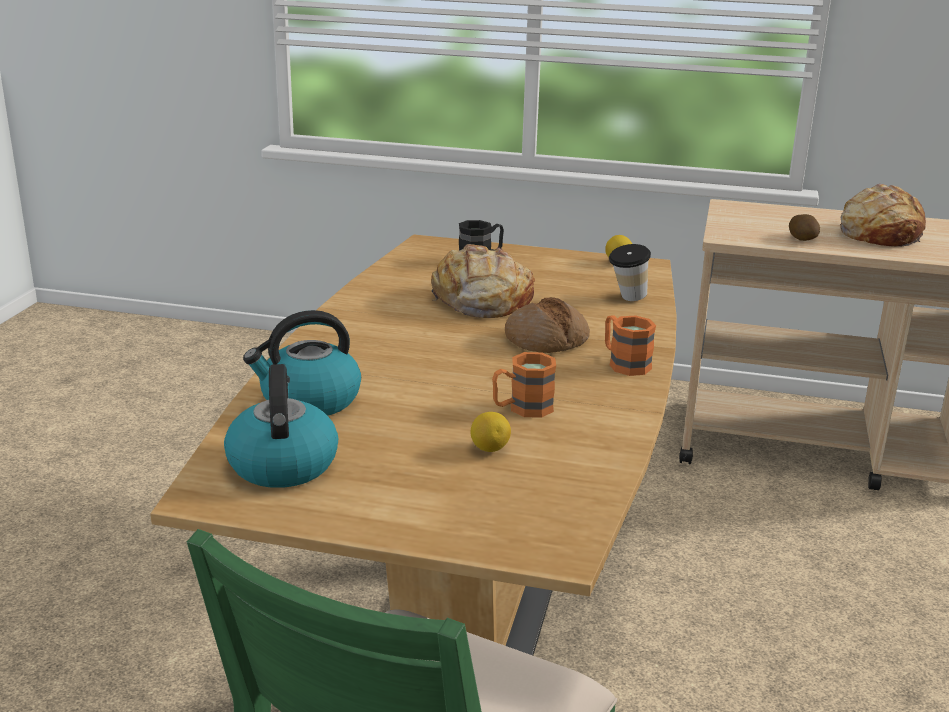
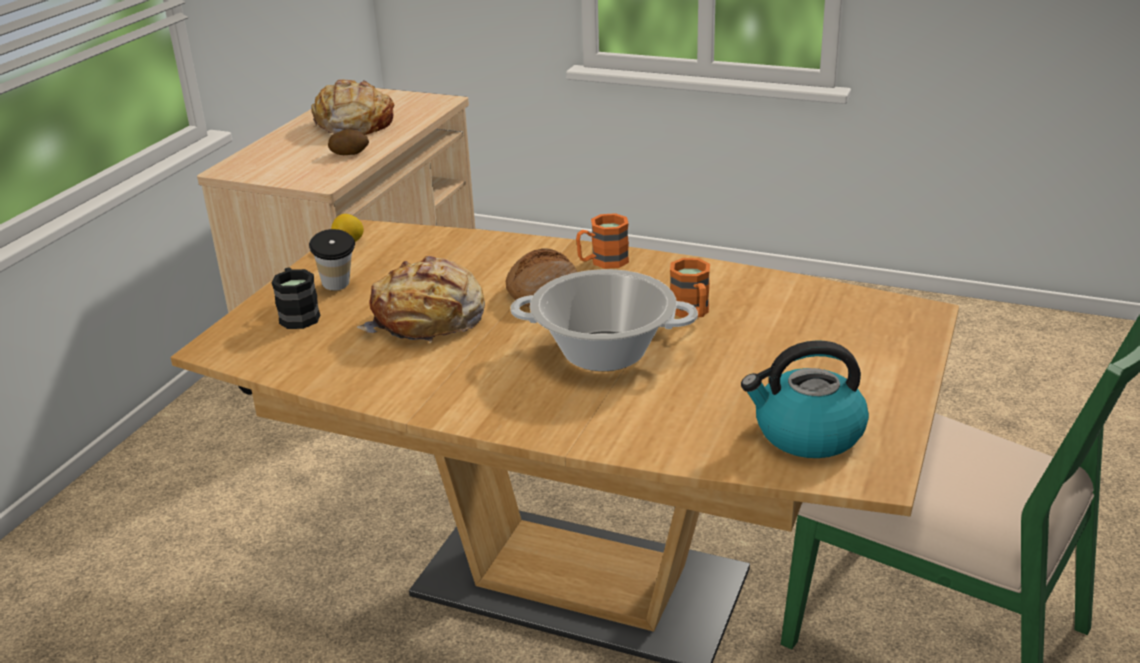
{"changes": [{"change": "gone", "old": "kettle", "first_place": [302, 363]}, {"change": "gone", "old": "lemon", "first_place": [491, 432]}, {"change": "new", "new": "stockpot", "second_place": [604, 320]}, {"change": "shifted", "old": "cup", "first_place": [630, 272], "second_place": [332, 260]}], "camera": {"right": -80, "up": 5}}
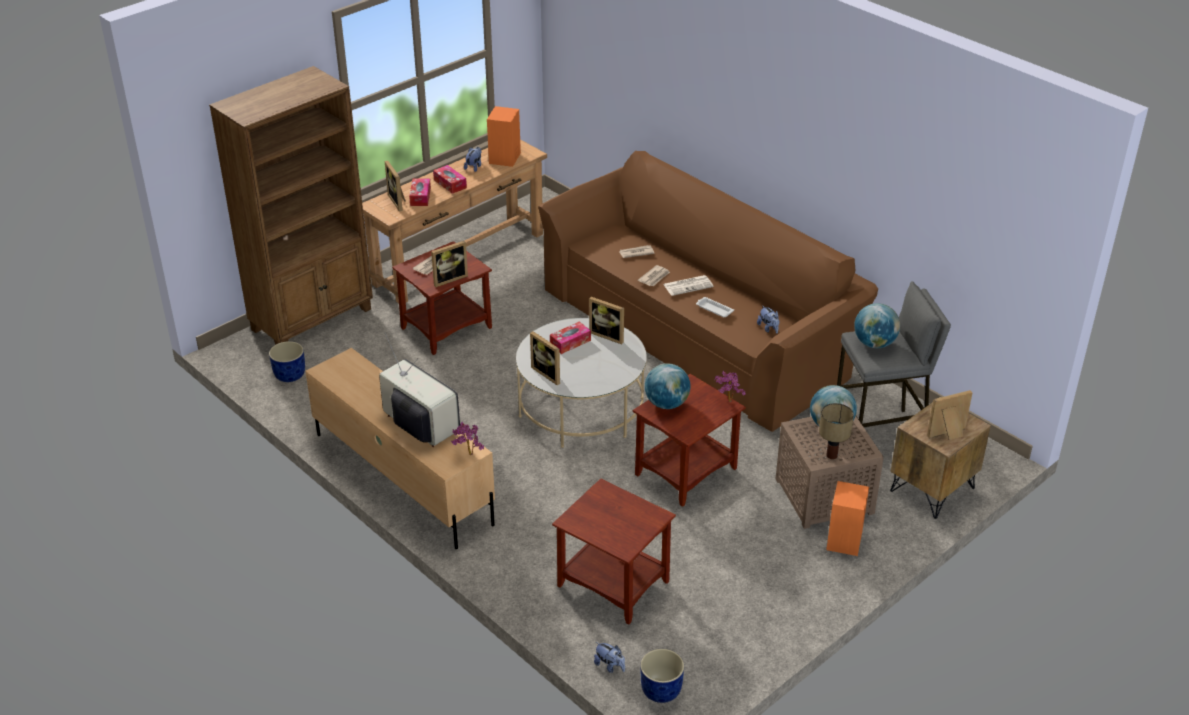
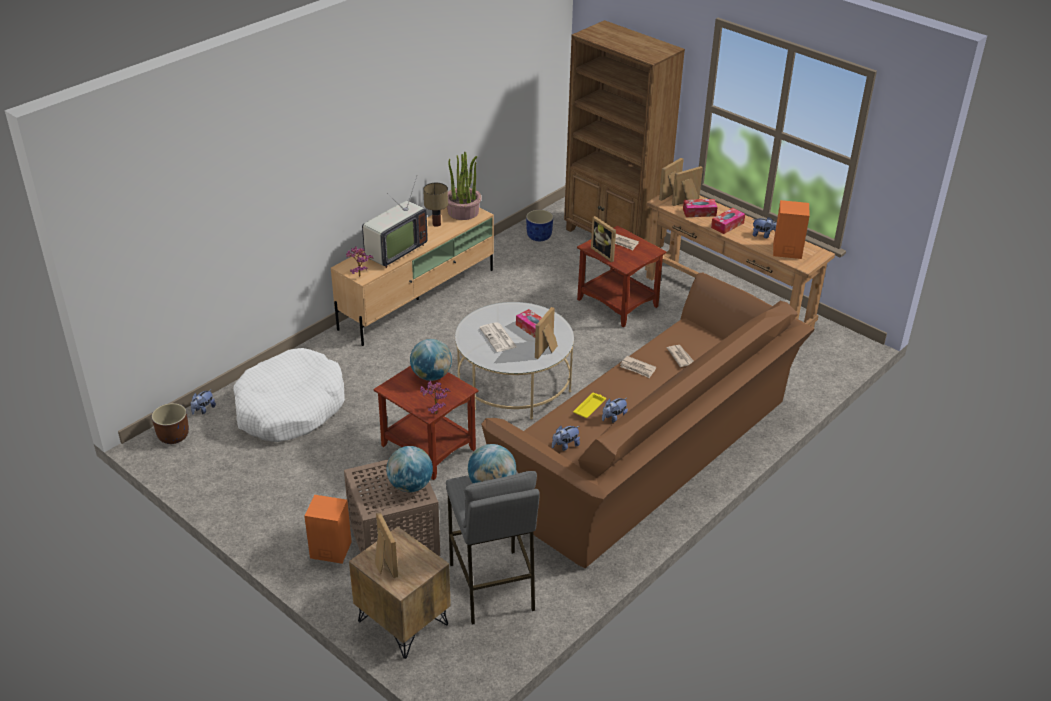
{"changes": [{"change": "new", "new": "potted plant", "second_place": [464, 186]}, {"change": "new", "new": "plush toy", "second_place": [615, 410]}, {"change": "shifted", "old": "photo frame", "first_place": [545, 358], "second_place": [671, 179]}, {"change": "shifted", "old": "printed paper", "first_place": [688, 285], "second_place": [498, 337]}, {"change": "shifted", "old": "table lamp", "first_place": [836, 431], "second_place": [435, 205]}, {"change": "swapped", "old": "brownish side table", "new": "white pet bed", "first_place": [614, 551], "second_place": [289, 395]}, {"change": "repainted", "old": "blue planter", "new": "brownish planter", "first_place": [662, 676], "second_place": [170, 423]}, {"change": "repainted", "old": "white serving tray", "new": "yellowish serving tray", "first_place": [715, 307], "second_place": [589, 405]}], "camera": {"right": 85, "up": 0}}
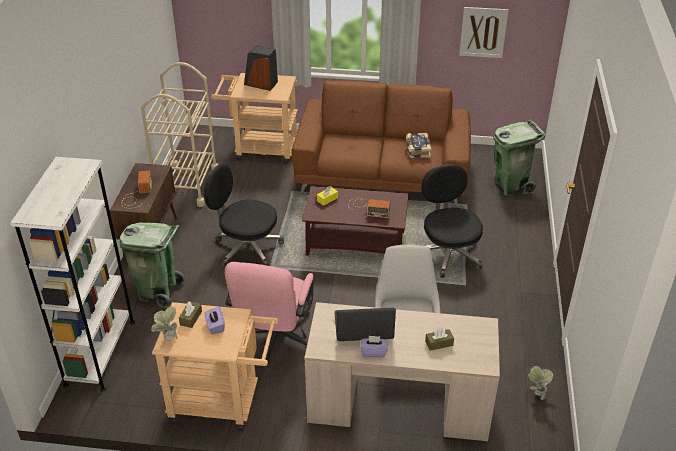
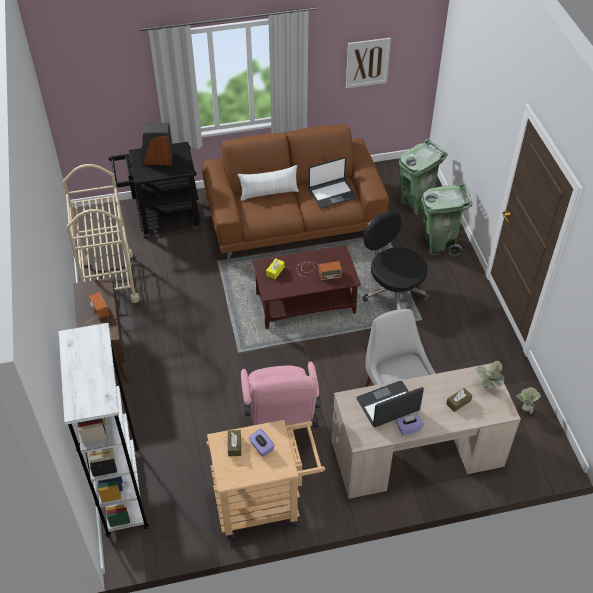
{"changes": [{"change": "gone", "old": "black office chair", "first_place": [243, 215]}, {"change": "new", "new": "white throw pillow", "second_place": [268, 183]}, {"change": "shifted", "old": "greenish rubbish bin", "first_place": [152, 265], "second_place": [447, 219]}, {"change": "shifted", "old": "potted plant", "first_place": [164, 324], "second_place": [490, 375]}, {"change": "swapped", "old": "bound book", "new": "portable computer", "first_place": [419, 145], "second_place": [332, 183]}, {"change": "repainted", "old": "beige cart", "new": "black cart", "first_place": [254, 118], "second_place": [155, 190]}], "camera": {"right": -20, "up": 10}}
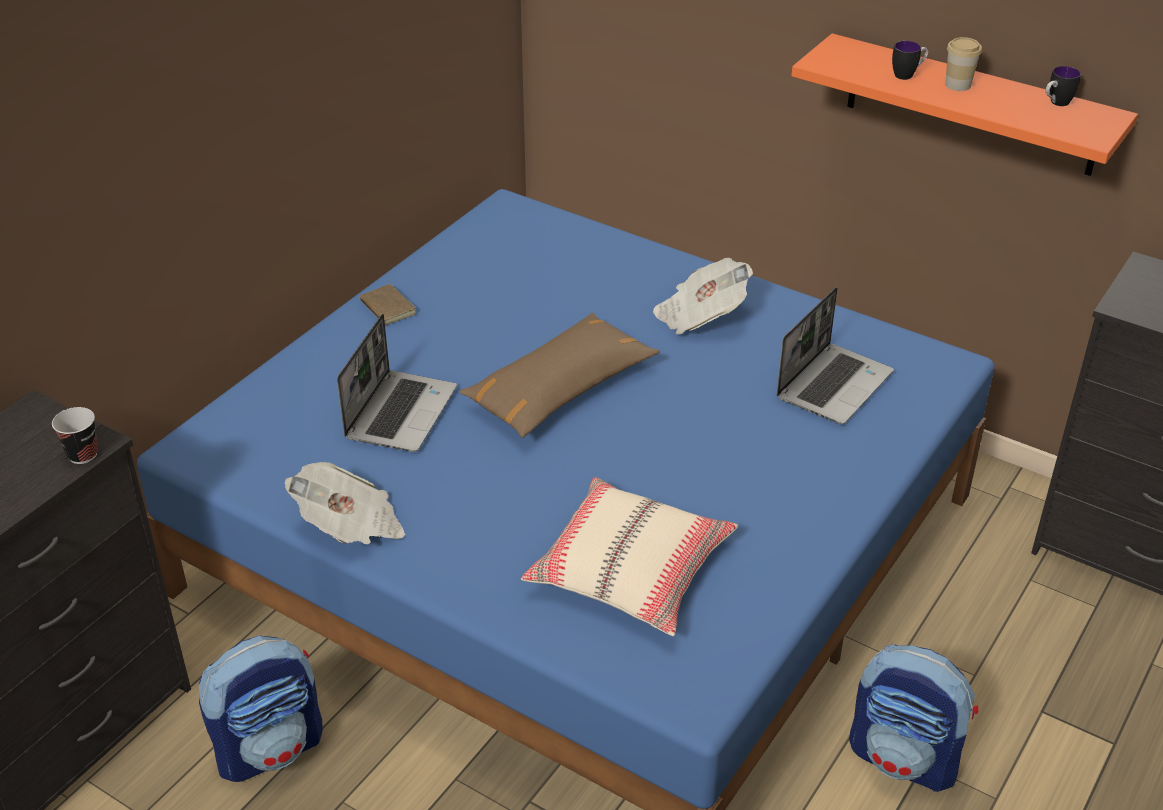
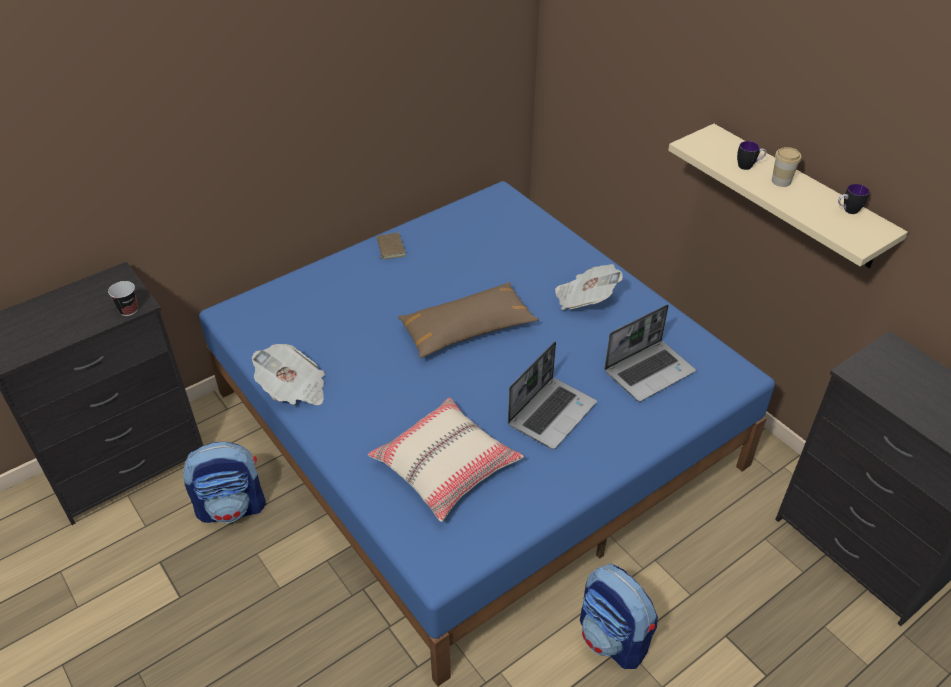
{"changes": [{"change": "shifted", "old": "portable computer", "first_place": [397, 383], "second_place": [552, 395]}, {"change": "repainted", "old": "orange-coloured wall shelf", "new": "beige wall shelf", "first_place": [964, 104], "second_place": [788, 196]}], "camera": {"right": 20, "up": 5}}
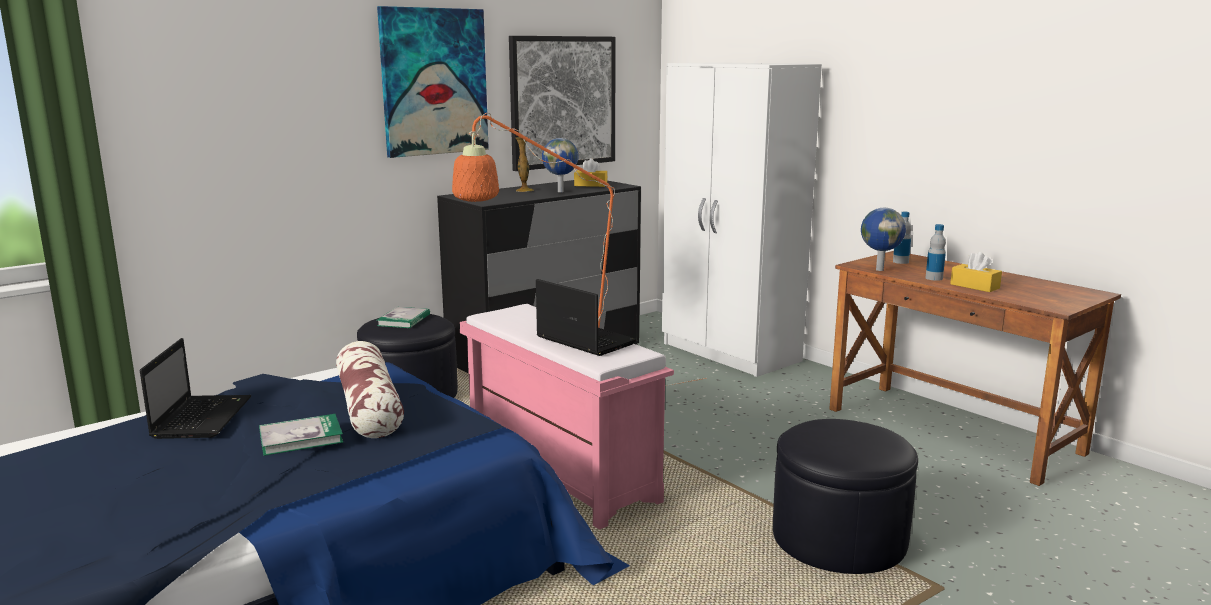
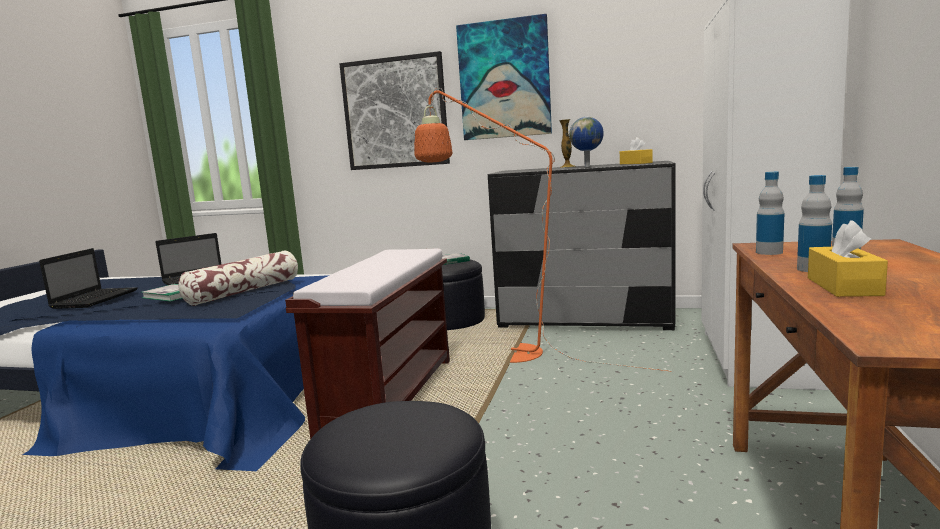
{"changes": [{"change": "shifted", "old": "wall art", "first_place": [562, 103], "second_place": [394, 110]}, {"change": "shifted", "old": "portable computer", "first_place": [586, 317], "second_place": [88, 278]}, {"change": "swapped", "old": "world globe", "new": "beverage bottle", "first_place": [883, 239], "second_place": [770, 213]}, {"change": "repainted", "old": "pinkish long seat", "new": "brownish long seat", "first_place": [567, 417], "second_place": [367, 344]}], "camera": {"right": 55, "up": -5}}
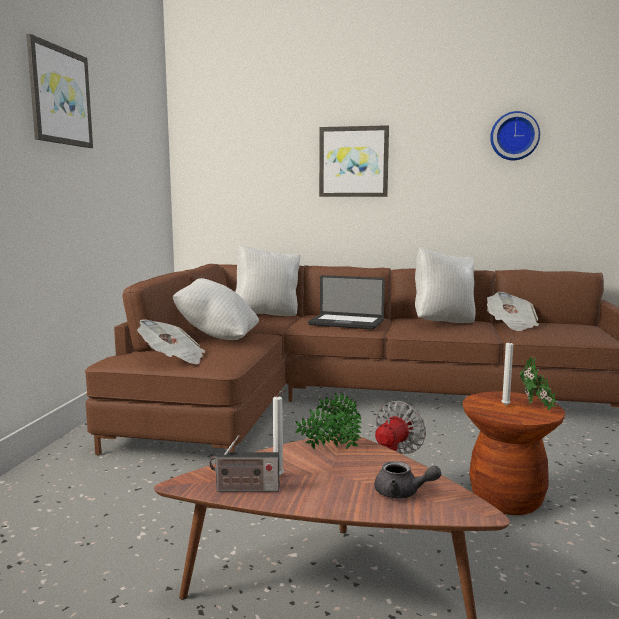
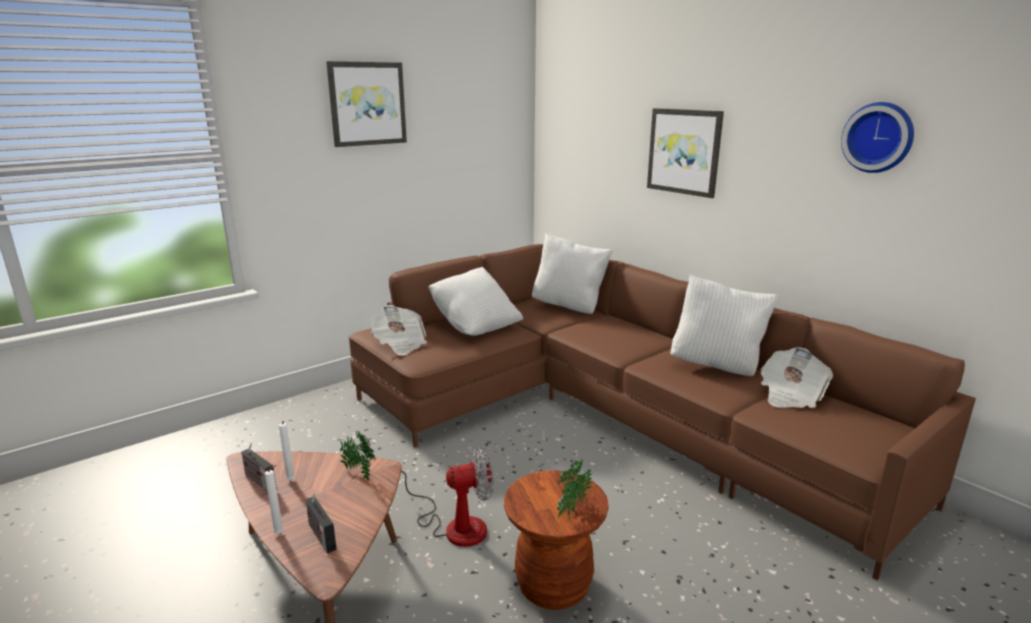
{"changes": [{"change": "gone", "old": "portable computer", "first_place": [346, 302]}, {"change": "shifted", "old": "white candle", "first_place": [508, 370], "second_place": [274, 499]}, {"change": "swapped", "old": "grey pot for tea", "new": "radio set", "first_place": [407, 480], "second_place": [321, 523]}], "camera": {"right": 40, "up": 10}}
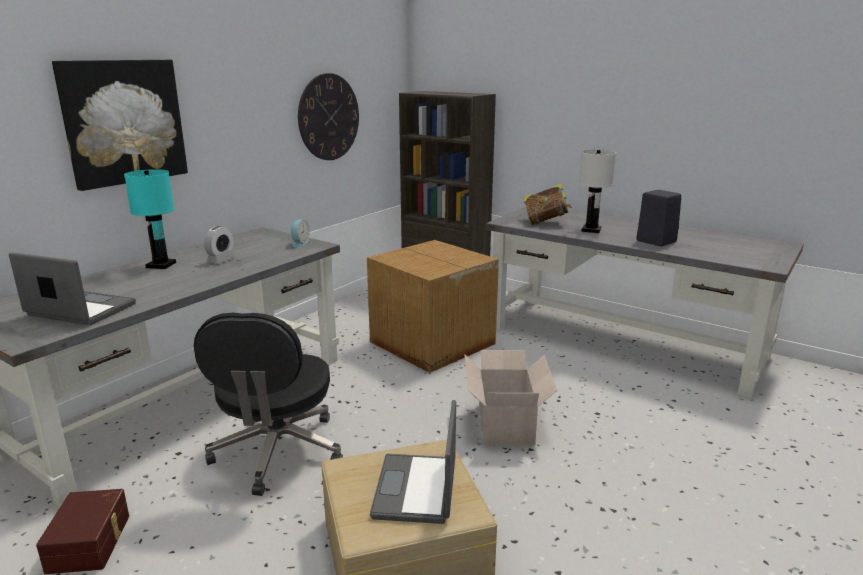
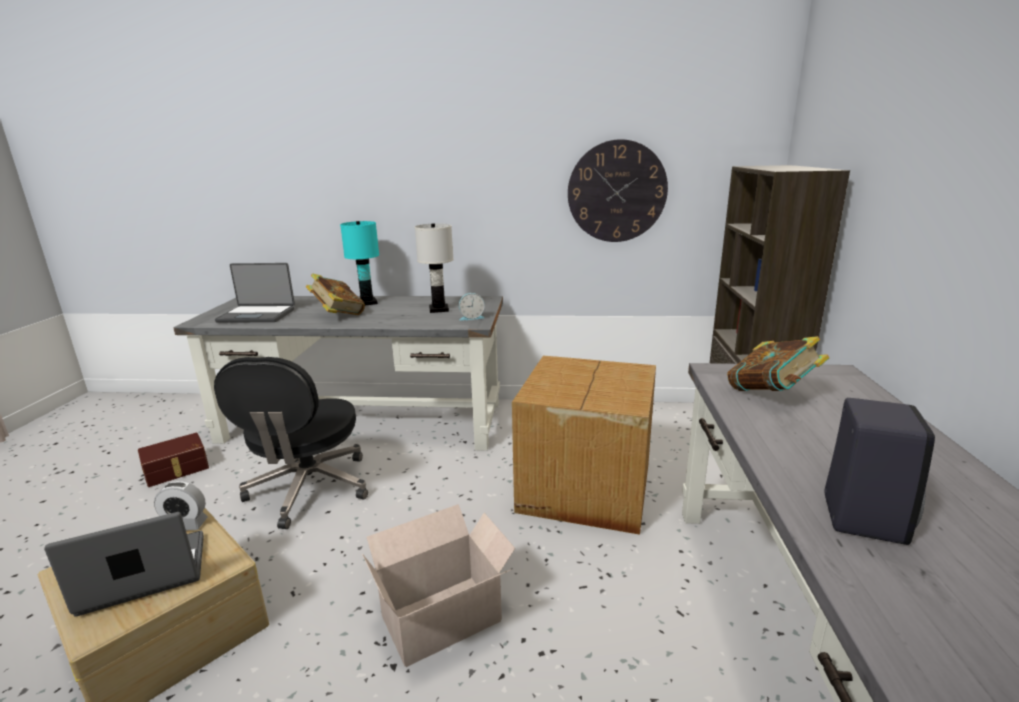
{"changes": [{"change": "gone", "old": "wall art", "first_place": [120, 125]}, {"change": "new", "new": "bound book", "second_place": [335, 294]}, {"change": "shifted", "old": "alarm clock", "first_place": [219, 245], "second_place": [181, 505]}, {"change": "shifted", "old": "white table lamp", "first_place": [597, 191], "second_place": [434, 268]}, {"change": "rotated", "old": "portable computer", "first_place": [72, 288], "second_place": [255, 293], "degrees": 105}, {"change": "rotated", "old": "black office chair", "first_place": [268, 404], "second_place": [291, 443], "degrees": -60}], "camera": {"right": 60, "up": 0}}
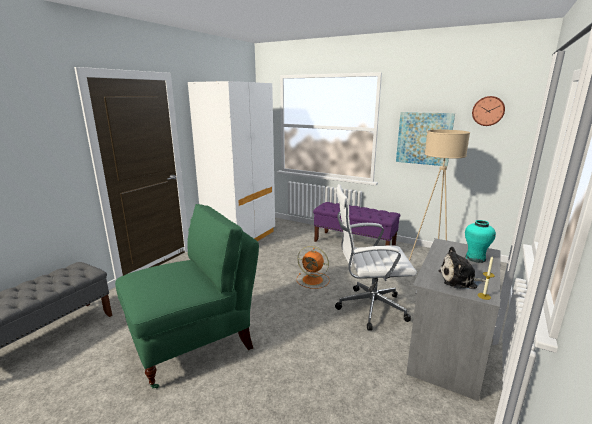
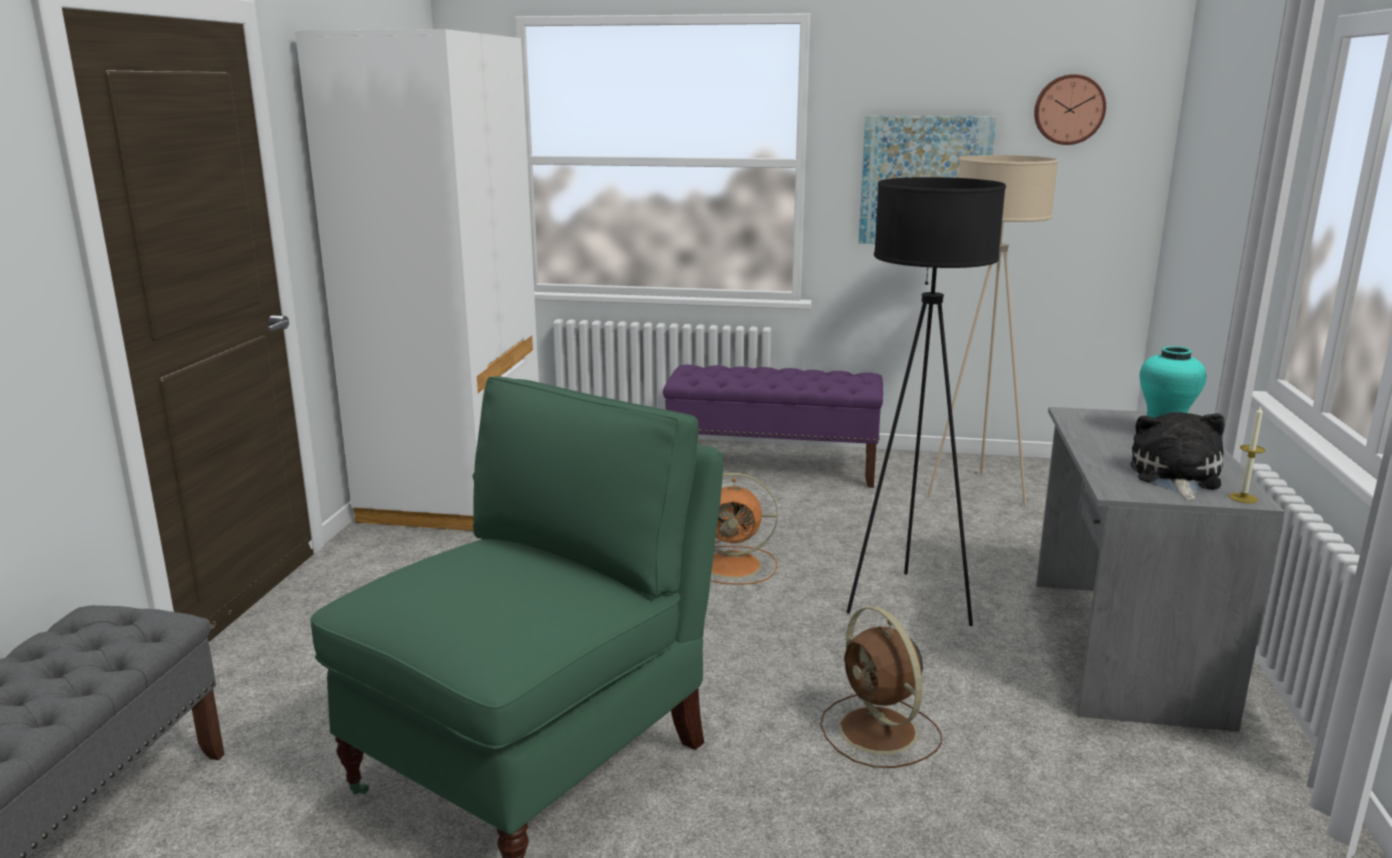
{"changes": [{"change": "new", "new": "brownish cooling fan", "second_place": [881, 687]}, {"change": "swapped", "old": "white office chair", "new": "black floor lamp", "first_place": [376, 257], "second_place": [926, 401]}, {"change": "rotated", "old": "plush toy", "first_place": [462, 268], "second_place": [1177, 456], "degrees": 120}], "camera": {"right": -20, "up": 0}}
